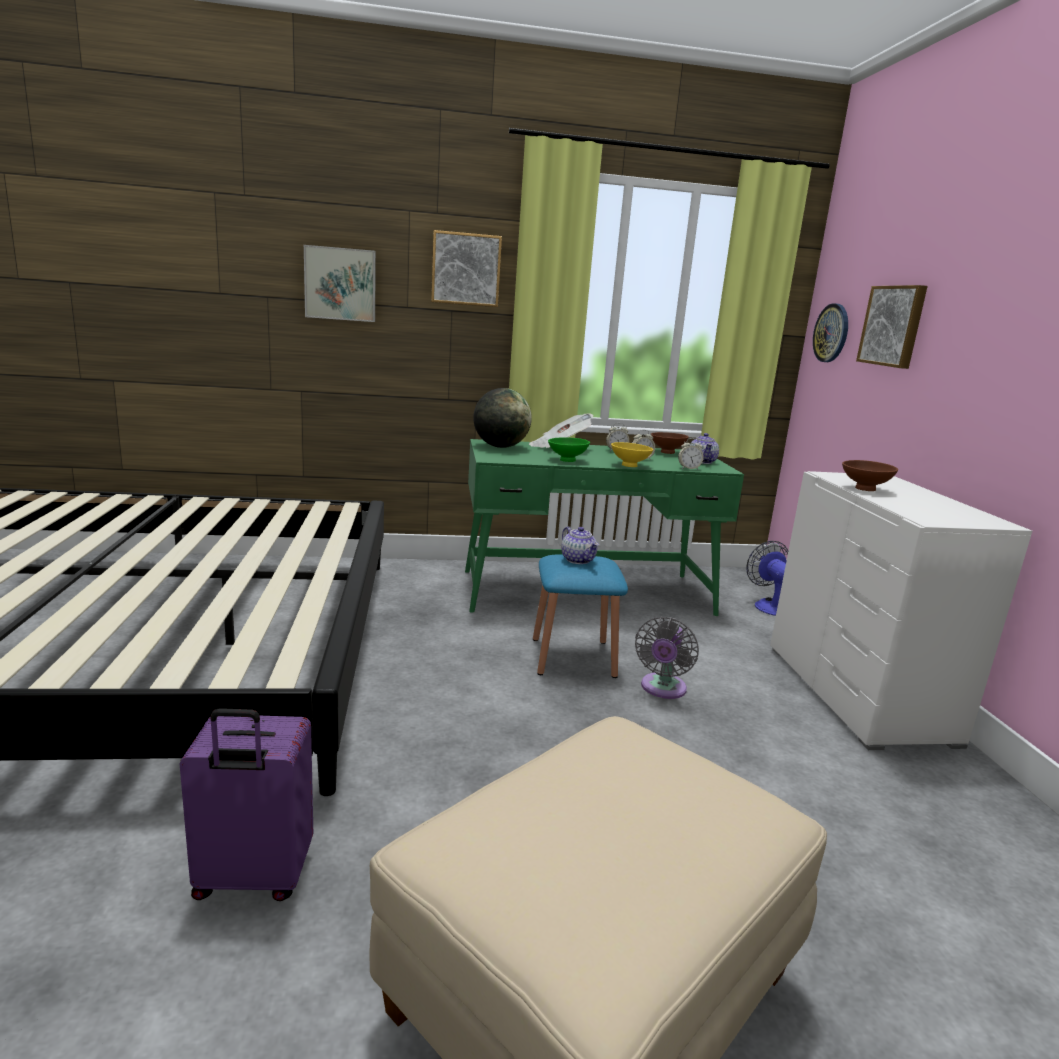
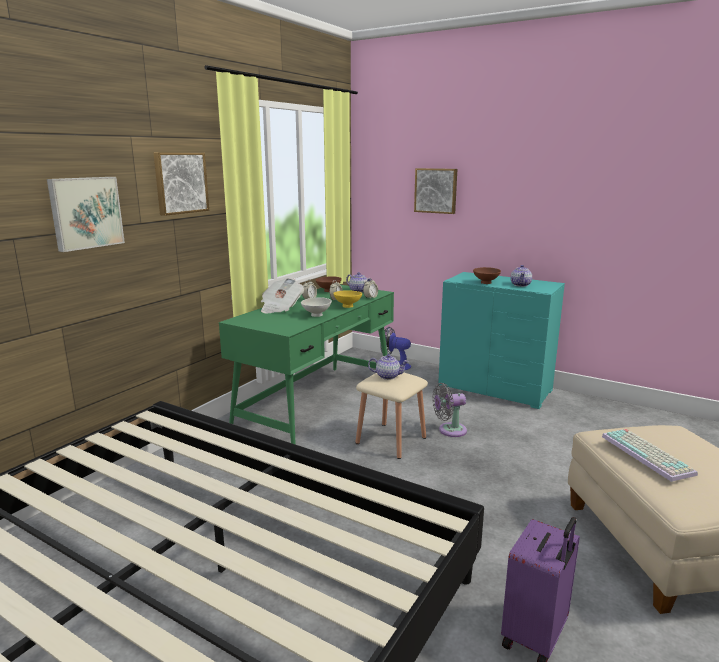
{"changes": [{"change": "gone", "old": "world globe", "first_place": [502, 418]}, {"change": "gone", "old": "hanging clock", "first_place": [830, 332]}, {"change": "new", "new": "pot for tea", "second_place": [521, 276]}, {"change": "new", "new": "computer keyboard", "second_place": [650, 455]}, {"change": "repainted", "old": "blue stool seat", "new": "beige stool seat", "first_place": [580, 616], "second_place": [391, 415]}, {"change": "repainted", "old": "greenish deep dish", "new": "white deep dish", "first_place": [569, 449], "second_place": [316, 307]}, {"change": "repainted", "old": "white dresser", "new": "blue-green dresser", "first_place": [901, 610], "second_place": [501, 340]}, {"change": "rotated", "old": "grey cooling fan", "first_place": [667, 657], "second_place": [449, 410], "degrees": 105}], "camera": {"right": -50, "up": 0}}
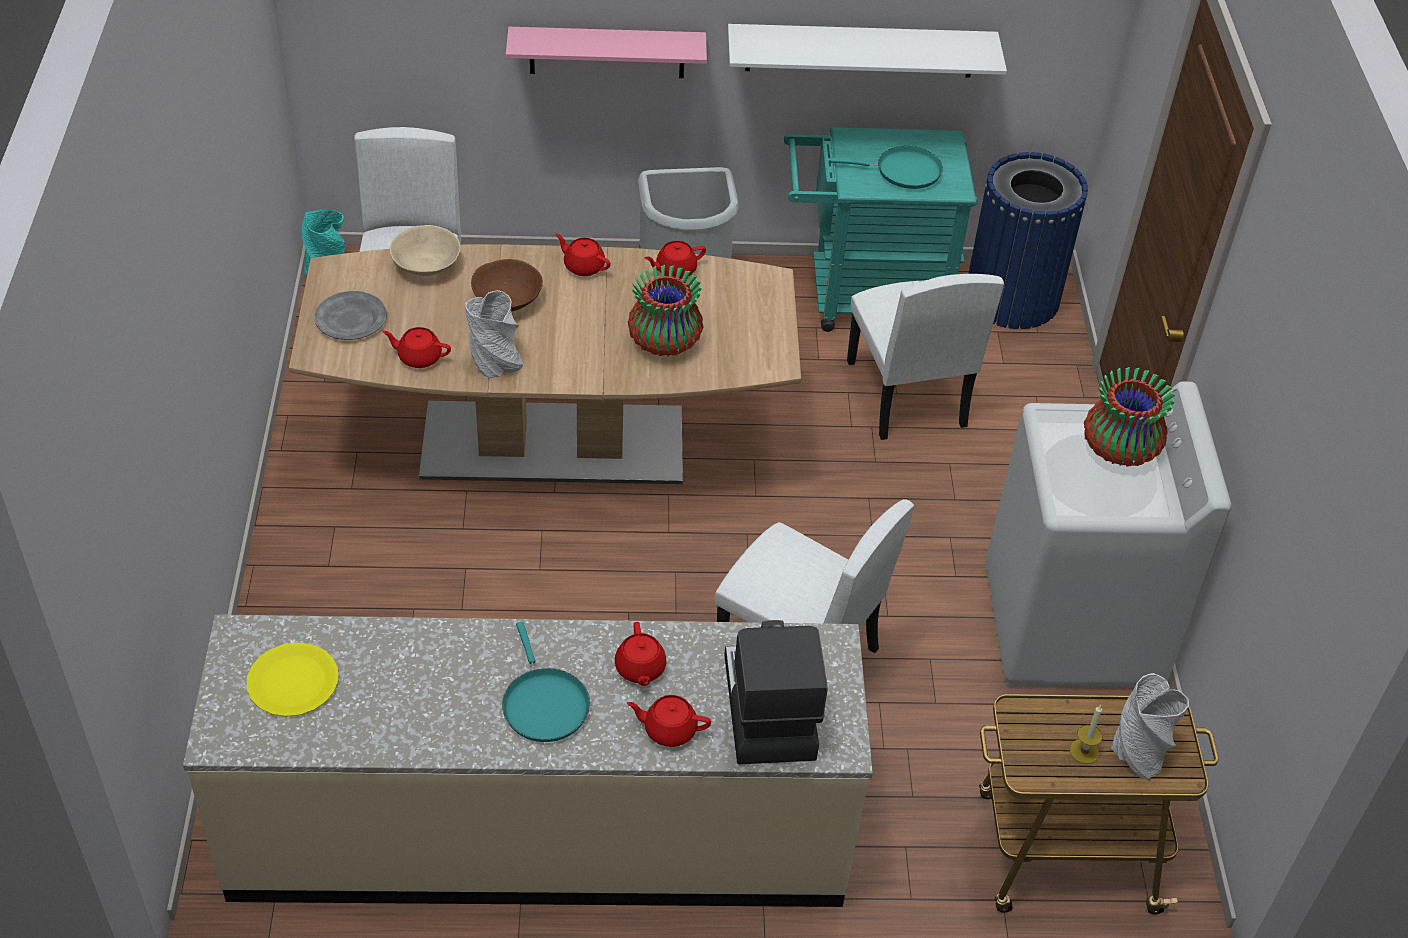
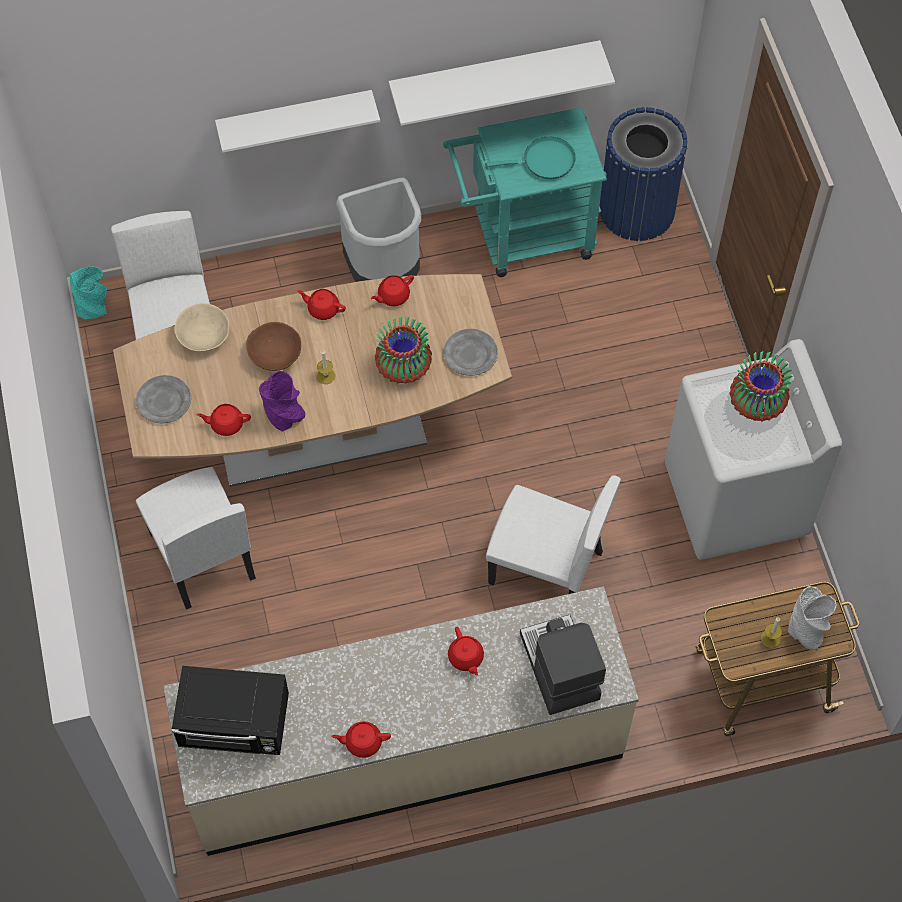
{"changes": [{"change": "gone", "old": "blue-green pan", "first_place": [546, 681]}, {"change": "new", "new": "candle", "second_place": [326, 367]}, {"change": "new", "new": "grey plate", "second_place": [470, 352]}, {"change": "shifted", "old": "reddish pot for tea", "first_place": [669, 721], "second_place": [361, 739]}, {"change": "shifted", "old": "white plain chair", "first_place": [925, 357], "second_place": [196, 538]}, {"change": "swapped", "old": "yellowish plate", "new": "black kitchen microwave", "first_place": [292, 679], "second_place": [230, 710]}, {"change": "repainted", "old": "grey flower vase", "new": "purple flower vase", "first_place": [494, 334], "second_place": [282, 401]}, {"change": "repainted", "old": "pinkish wall shelf", "new": "white wall shelf", "first_place": [606, 52], "second_place": [297, 121]}], "camera": {"right": -10, "up": 15}}
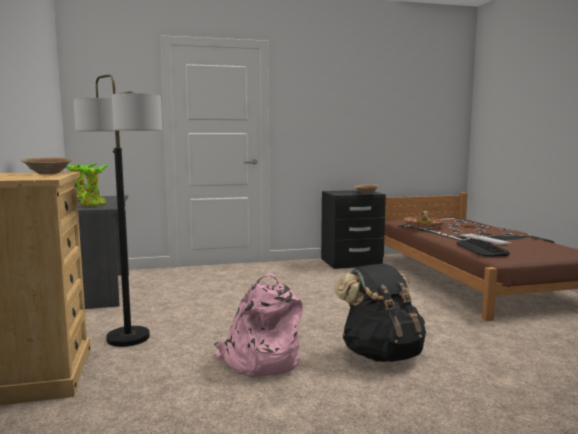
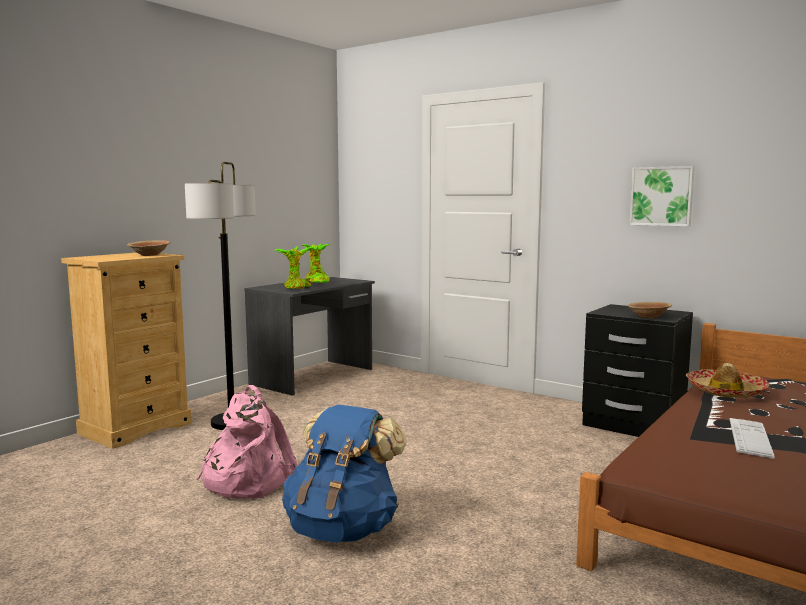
{"changes": [{"change": "gone", "old": "computer keyboard", "first_place": [483, 248]}, {"change": "new", "new": "wall art", "second_place": [662, 196]}, {"change": "repainted", "old": "black backpack", "new": "blue backpack", "first_place": [380, 313], "second_place": [344, 473]}], "camera": {"right": 50, "up": 0}}
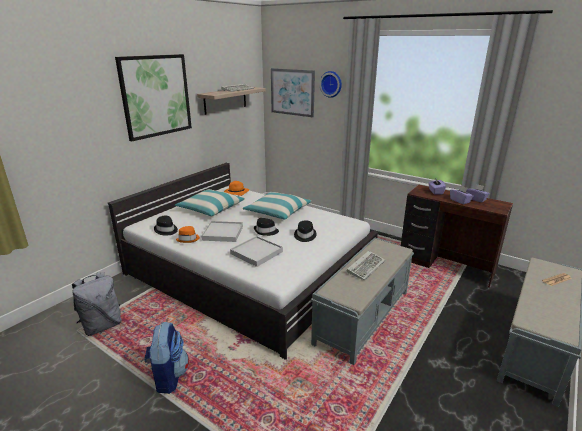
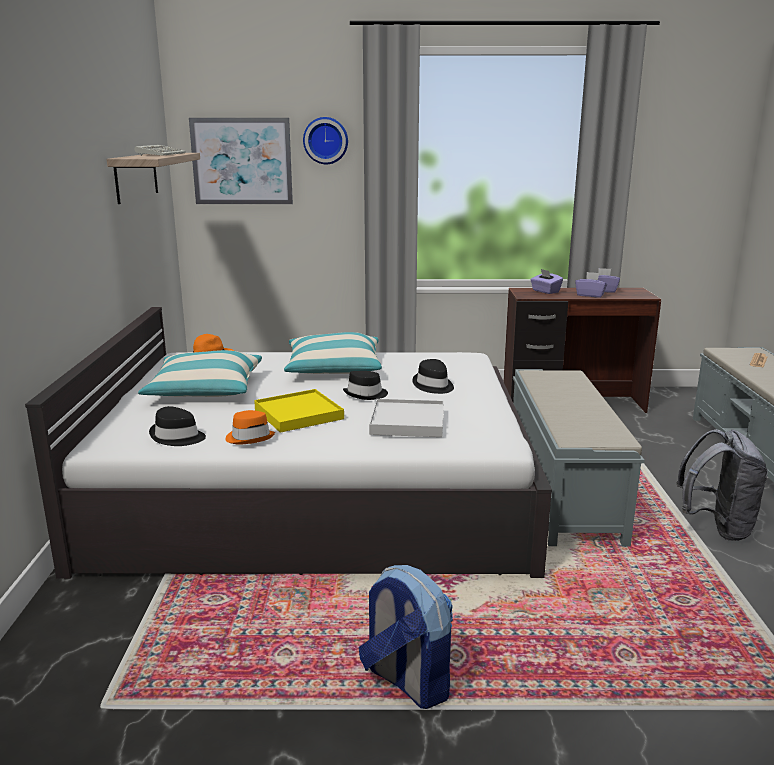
{"changes": [{"change": "gone", "old": "wall art", "first_place": [153, 98]}, {"change": "gone", "old": "computer keyboard", "first_place": [366, 266]}, {"change": "shifted", "old": "grey backpack", "first_place": [97, 304], "second_place": [722, 485]}, {"change": "repainted", "old": "white serving tray", "new": "yellowish serving tray", "first_place": [222, 231], "second_place": [299, 411]}], "camera": {"right": -35, "up": -5}}
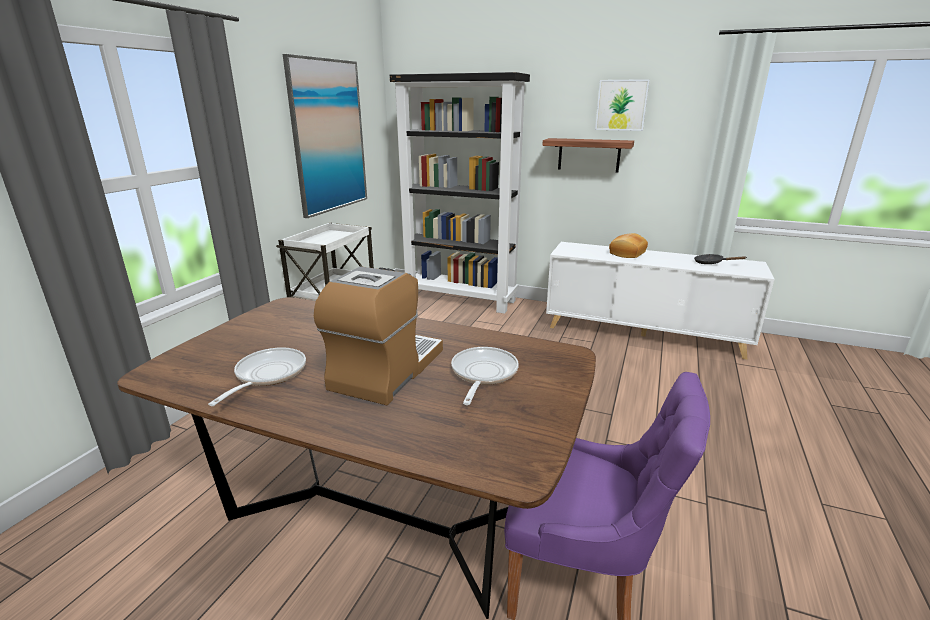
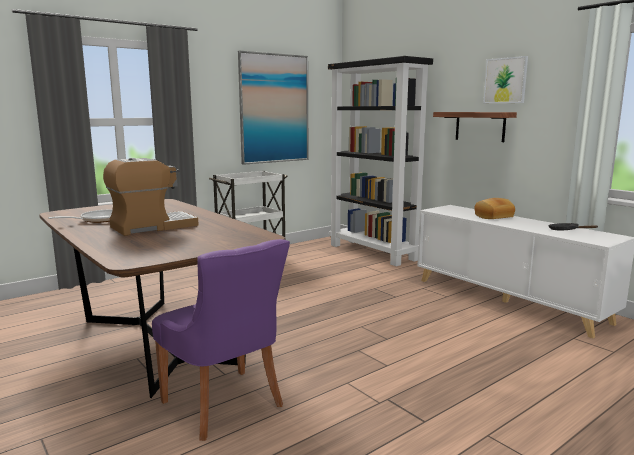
{"changes": [{"change": "gone", "old": "pan", "first_place": [485, 376]}], "camera": {"right": 30, "up": -10}}
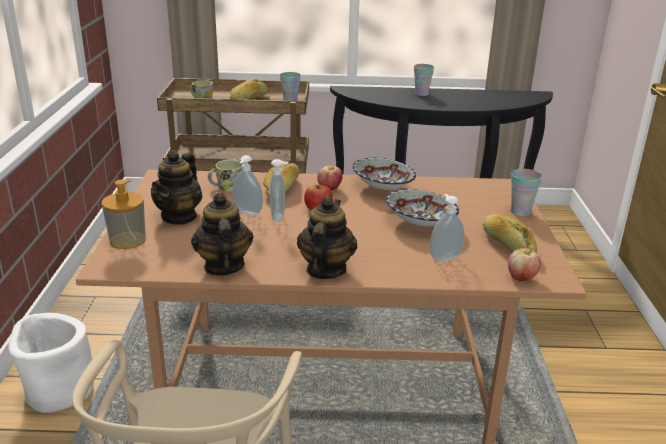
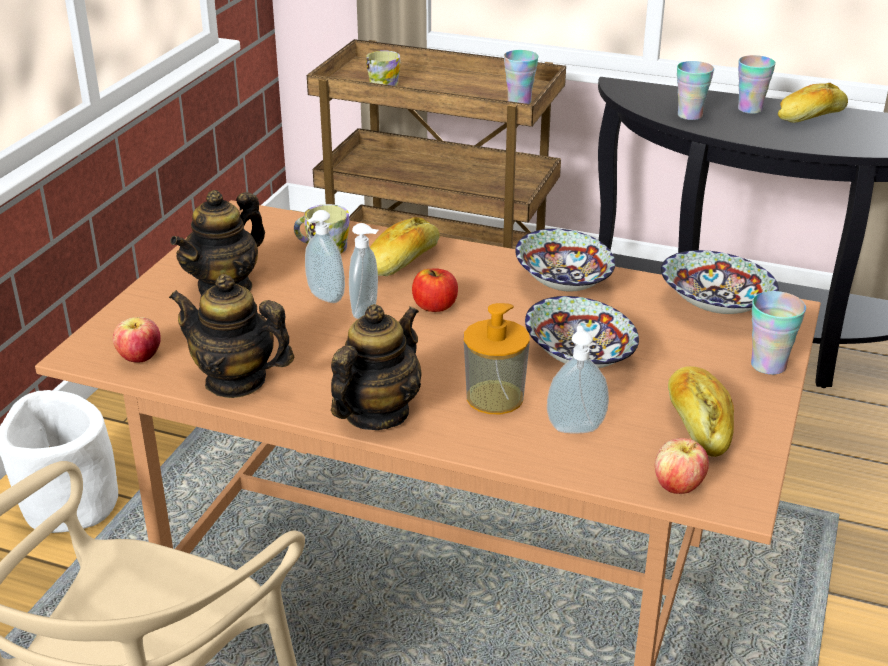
{"changes": [{"change": "new", "new": "deep dish", "second_place": [720, 282]}, {"change": "new", "new": "cup", "second_place": [695, 90]}, {"change": "shifted", "old": "liquid soap bottle", "first_place": [124, 214], "second_place": [497, 358]}, {"change": "shifted", "old": "bakery bread", "first_place": [249, 89], "second_place": [813, 103]}, {"change": "shifted", "old": "whole apple", "first_place": [330, 177], "second_place": [137, 340]}, {"change": "rotated", "old": "pot for tea", "first_place": [222, 234], "second_place": [232, 336], "degrees": -75}], "camera": {"right": 20, "up": 5}}
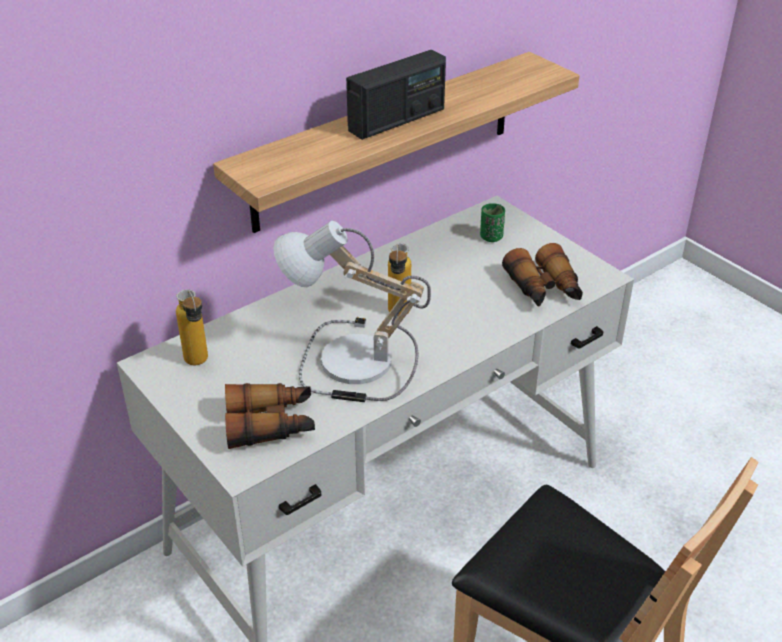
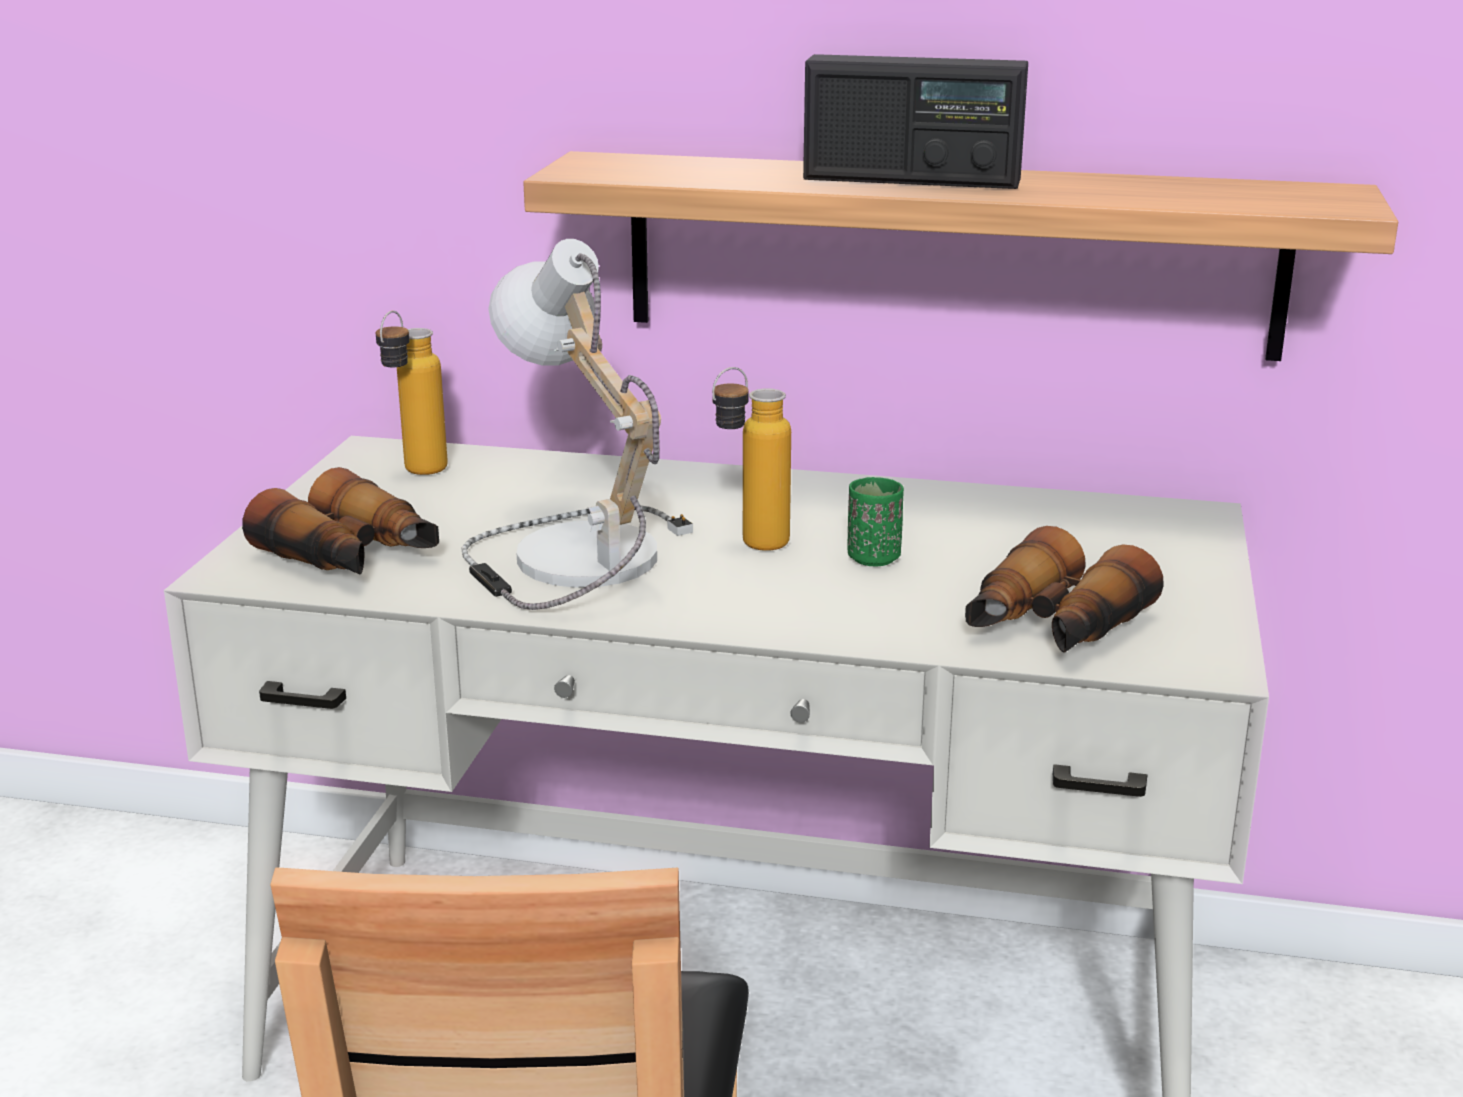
{"changes": [{"change": "shifted", "old": "greenish cup", "first_place": [492, 222], "second_place": [876, 521]}], "camera": {"right": 50, "up": -15}}
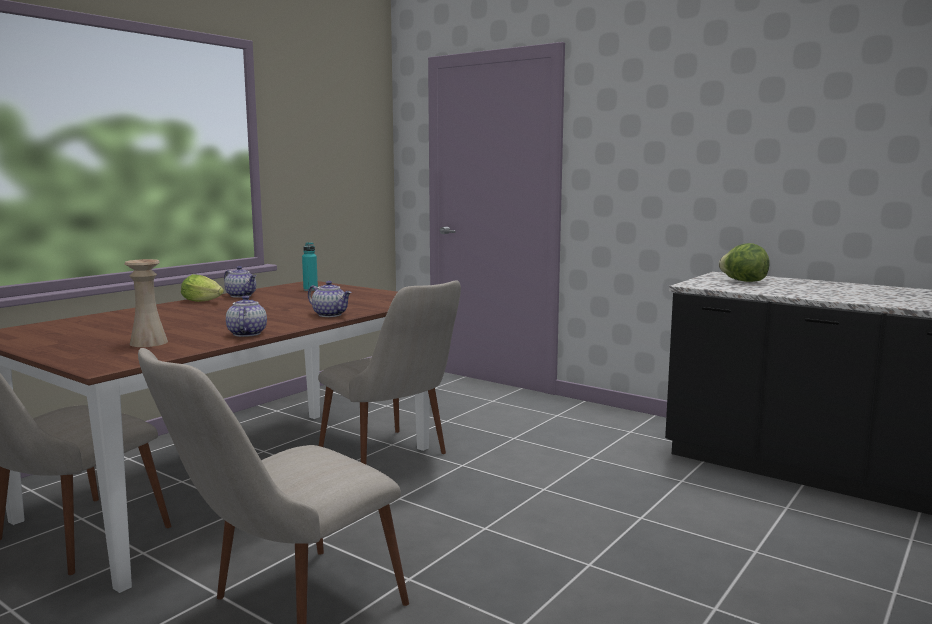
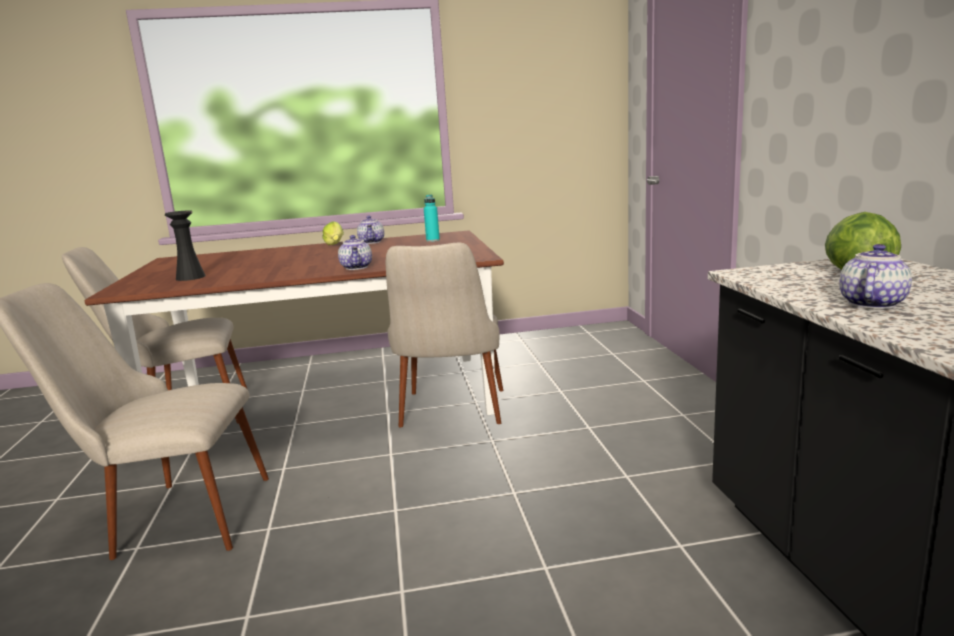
{"changes": [{"change": "shifted", "old": "pot for tea", "first_place": [246, 316], "second_place": [875, 276]}, {"change": "repainted", "old": "beige flower vase", "new": "black flower vase", "first_place": [146, 303], "second_place": [185, 245]}], "camera": {"right": 45, "up": 5}}
